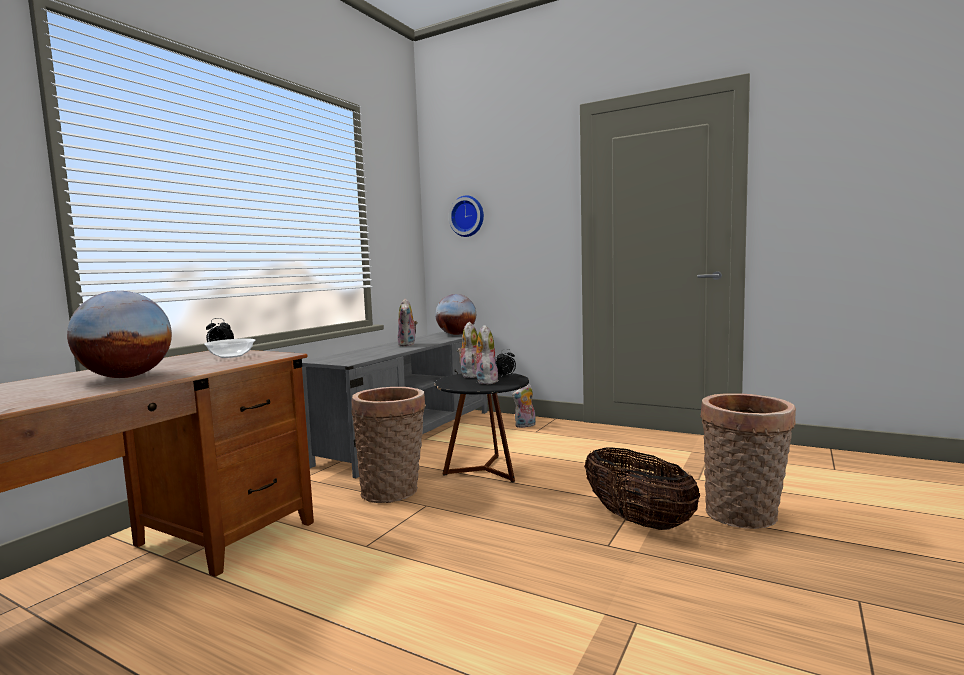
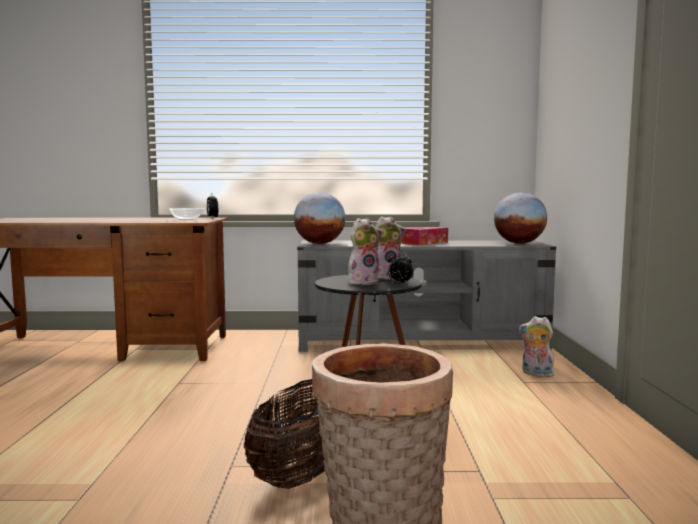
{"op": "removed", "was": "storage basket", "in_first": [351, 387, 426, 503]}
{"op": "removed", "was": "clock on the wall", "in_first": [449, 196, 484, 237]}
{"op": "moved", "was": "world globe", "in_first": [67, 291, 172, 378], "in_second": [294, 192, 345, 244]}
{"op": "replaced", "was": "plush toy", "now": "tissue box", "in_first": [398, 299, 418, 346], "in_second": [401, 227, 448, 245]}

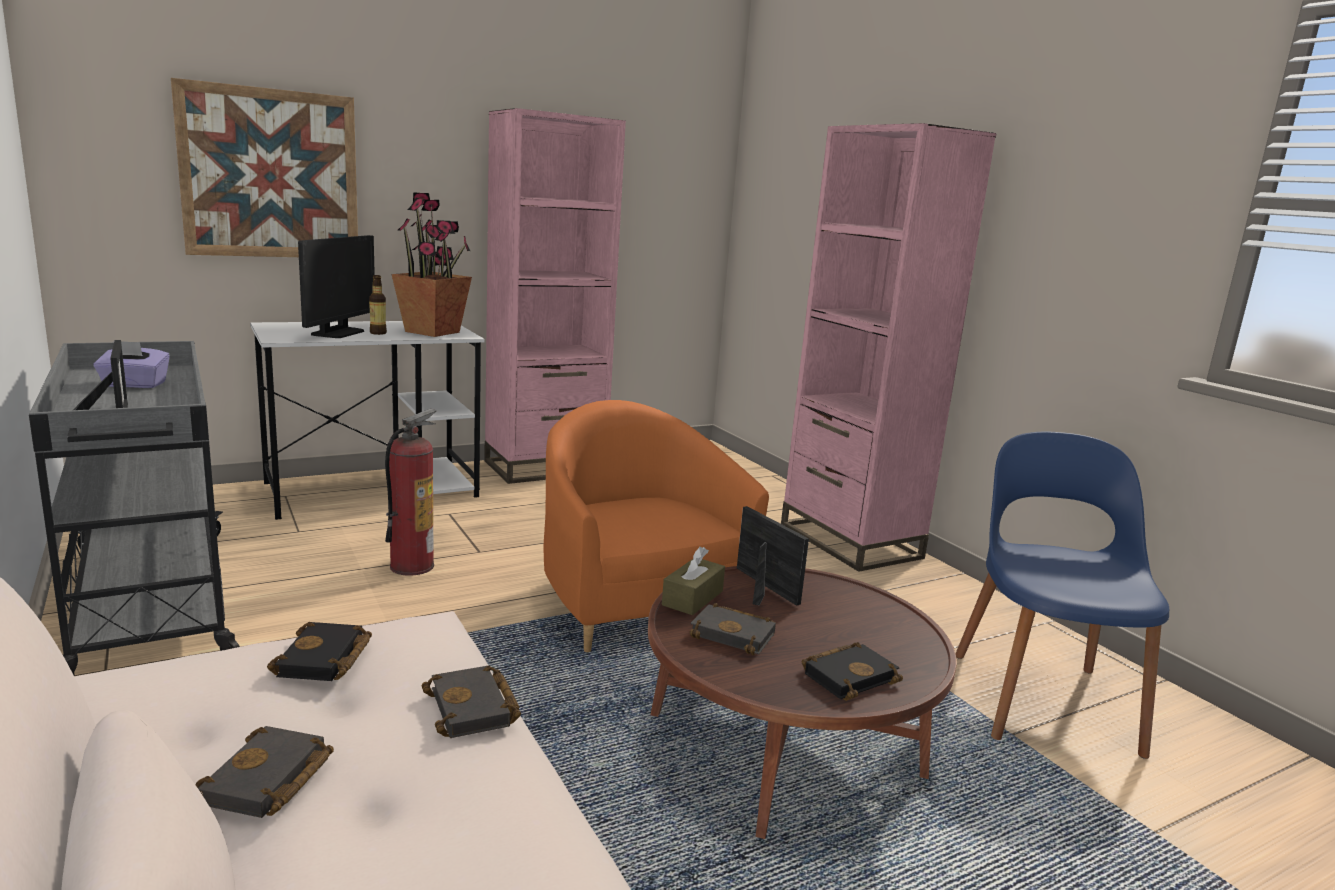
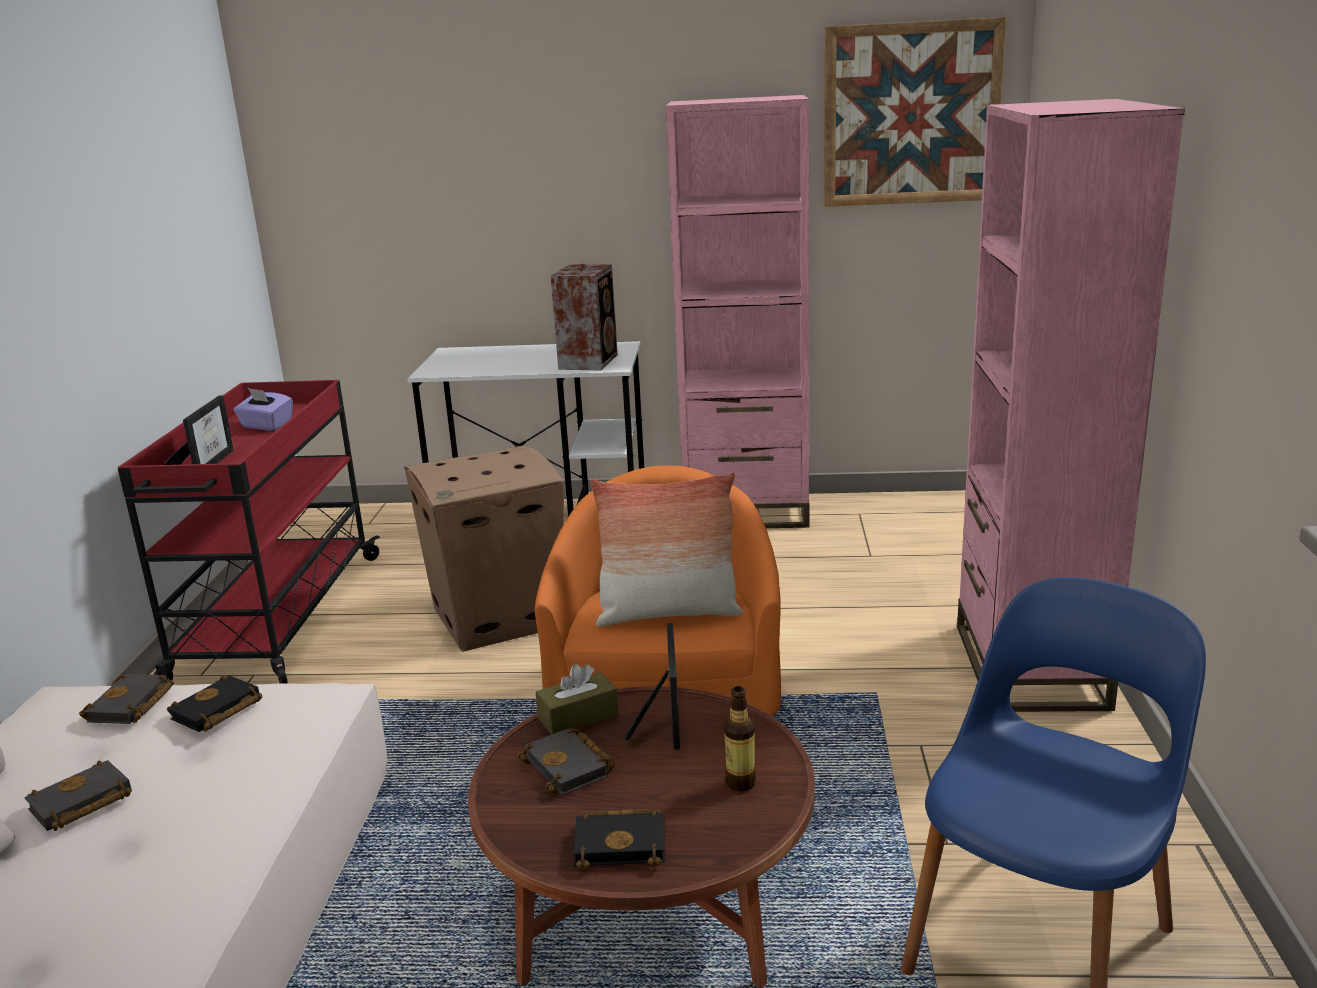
{"op": "removed", "was": "monitor", "in_first": [298, 235, 375, 338]}
{"op": "added", "now": "cushion", "in_second": [591, 473, 743, 627]}
{"op": "moved", "was": "picture", "in_first": [171, 78, 358, 257], "in_second": [824, 17, 1006, 207]}
{"op": "moved", "was": "drink bottle", "in_first": [369, 275, 387, 335], "in_second": [724, 686, 756, 791]}
{"op": "moved", "was": "volume (blackish)", "in_first": [422, 666, 521, 738], "in_second": [79, 674, 174, 724]}
{"op": "replaced", "was": "fire-fighting cylinder", "now": "carton", "in_first": [385, 409, 436, 576], "in_second": [404, 445, 564, 652]}
{"op": "replaced", "was": "potted plant", "now": "audio speaker", "in_first": [391, 192, 472, 337], "in_second": [551, 264, 618, 370]}
{"op": "recoloured", "was": "trolley (grey)", "now": "trolley (red)", "in_first": [29, 341, 240, 675], "in_second": [118, 380, 380, 684]}

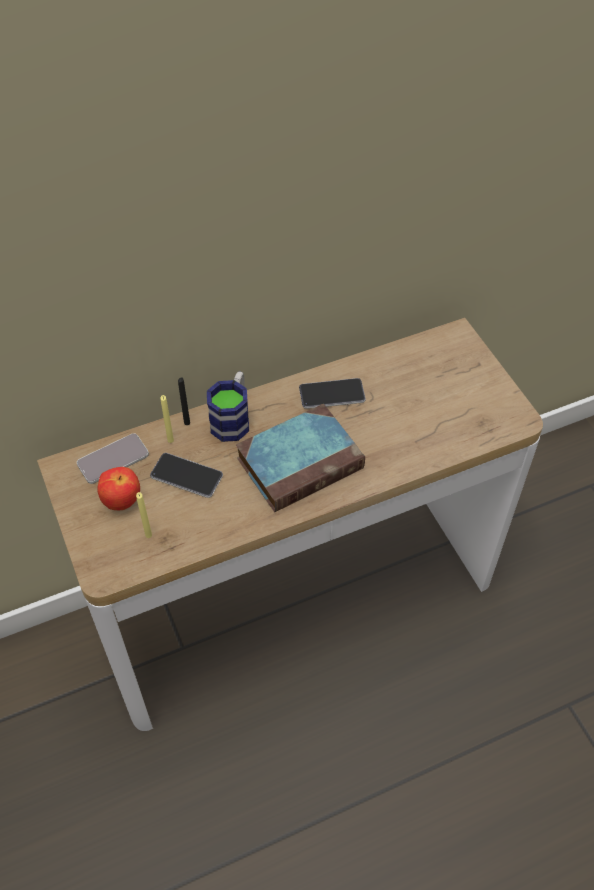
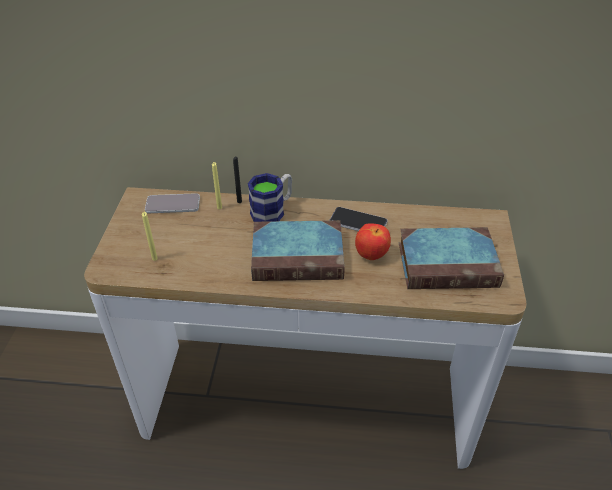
{"op": "removed", "was": "phone", "in_first": [150, 453, 223, 498]}
{"op": "added", "now": "volume", "in_second": [399, 227, 504, 289]}
{"op": "moved", "was": "apple fruit", "in_first": [97, 467, 140, 510], "in_second": [355, 223, 391, 260]}

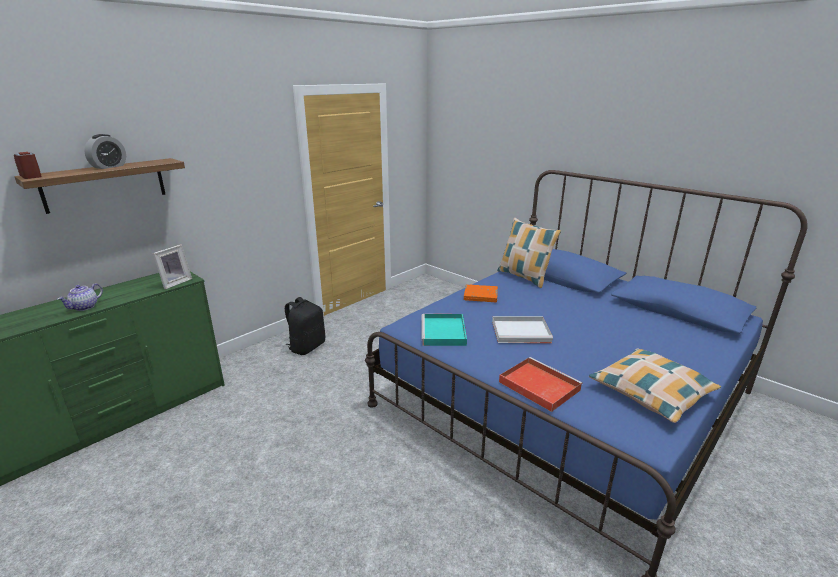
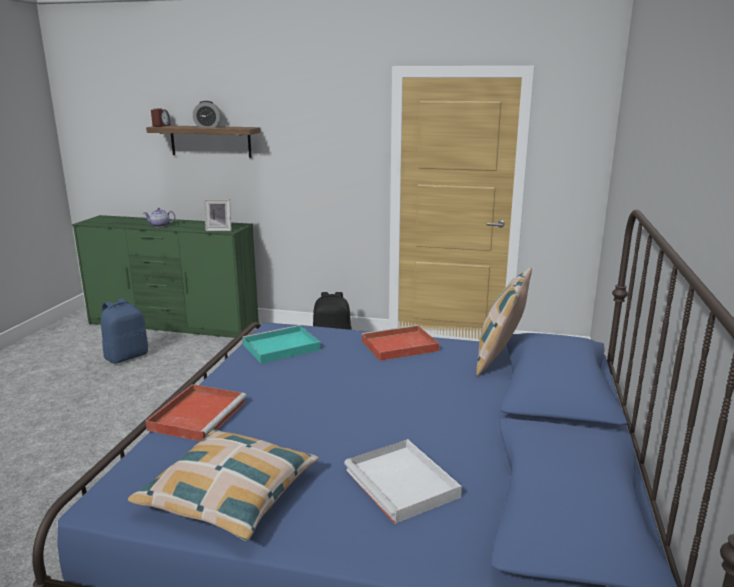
{"op": "added", "now": "backpack (blue-coloured)", "in_second": [101, 298, 148, 364]}
{"op": "moved", "was": "serving tray (white-coloured)", "in_first": [492, 316, 553, 343], "in_second": [344, 439, 462, 524]}
{"op": "replaced", "was": "volume (orange-coloured)", "now": "serving tray (red)", "in_first": [464, 284, 498, 302], "in_second": [361, 325, 439, 361]}

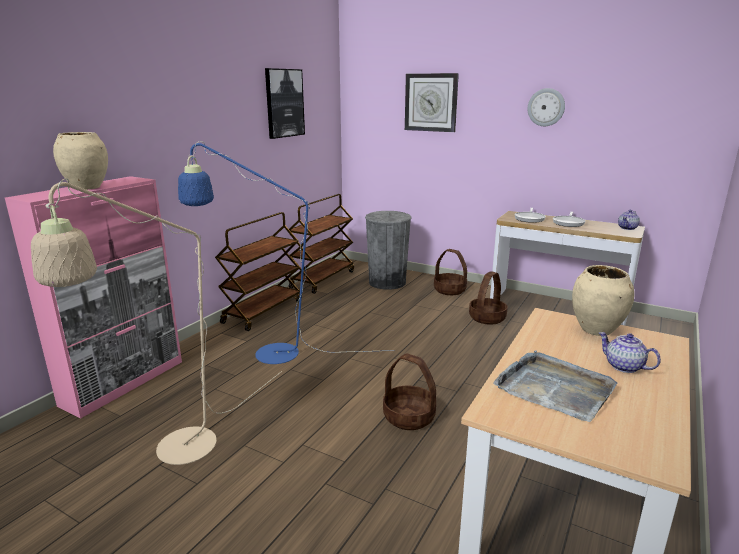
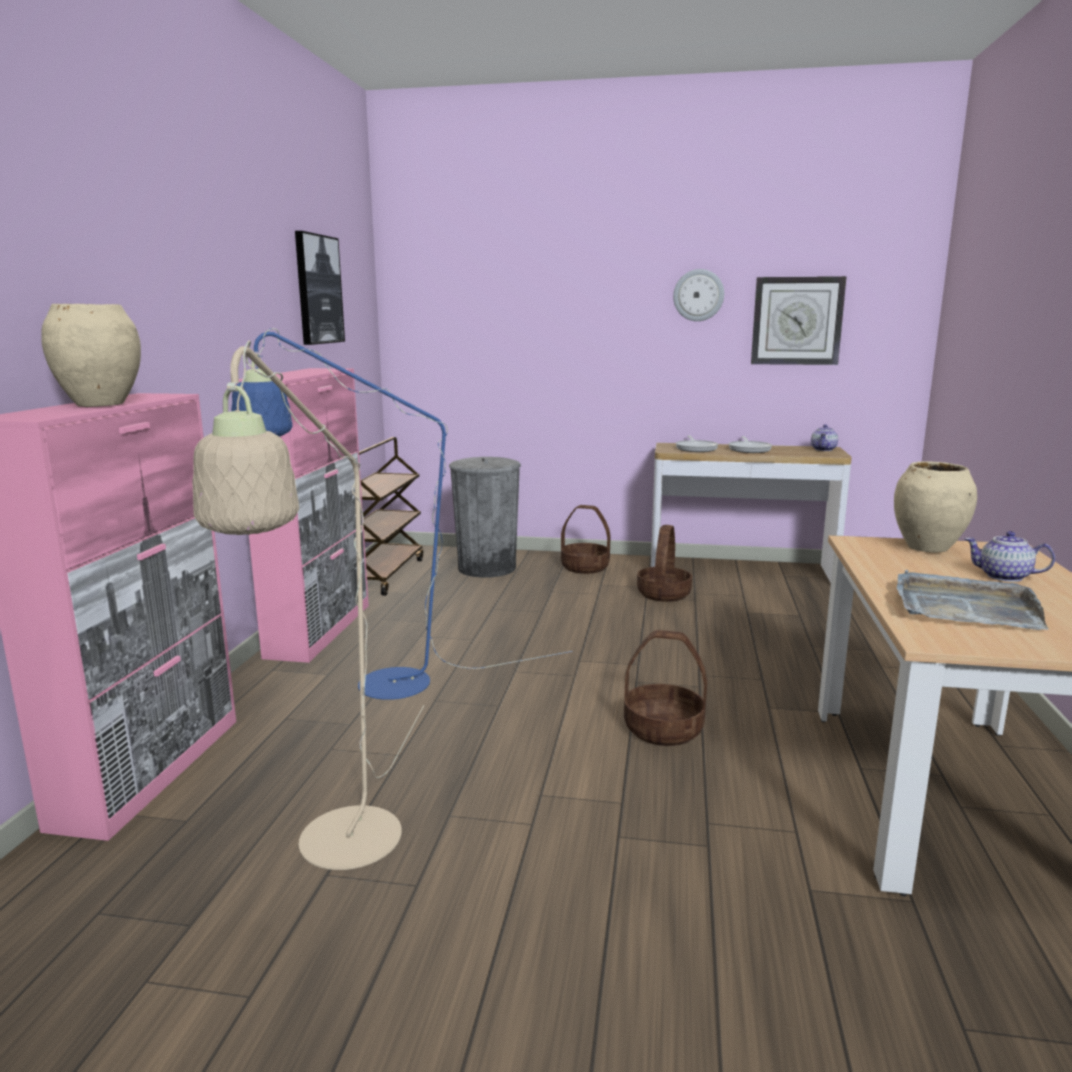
{"op": "moved", "was": "clock on the wall", "in_first": [405, 73, 459, 132], "in_second": [751, 276, 847, 365]}
{"op": "replaced", "was": "trolley (brownish)", "now": "cupboard (pink-coloured)", "in_first": [215, 212, 300, 331], "in_second": [235, 368, 369, 663]}

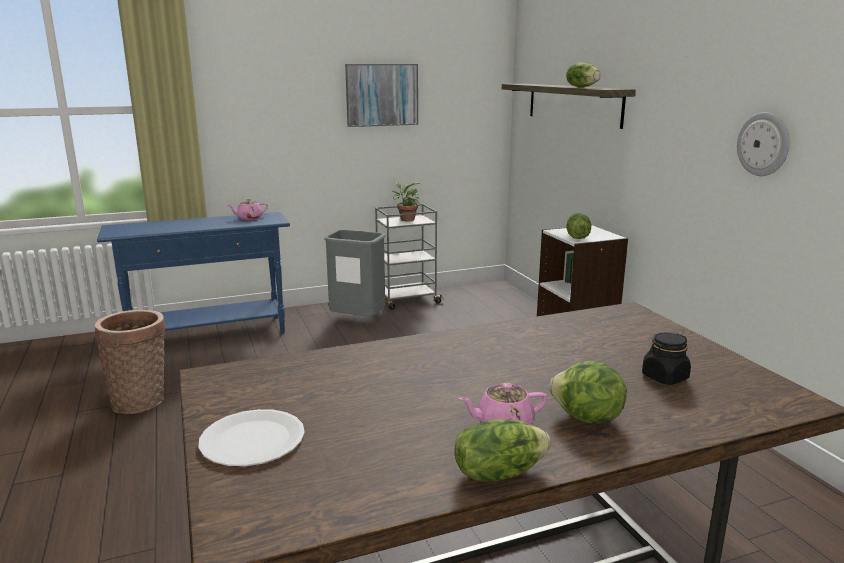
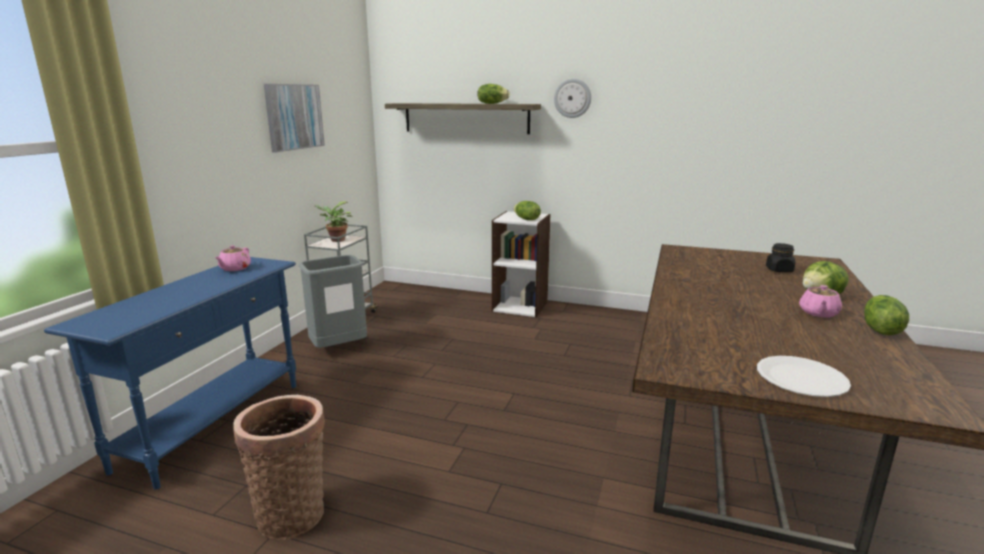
{"op": "moved", "was": "clock on the wall", "in_first": [737, 112, 789, 176], "in_second": [554, 78, 591, 118]}

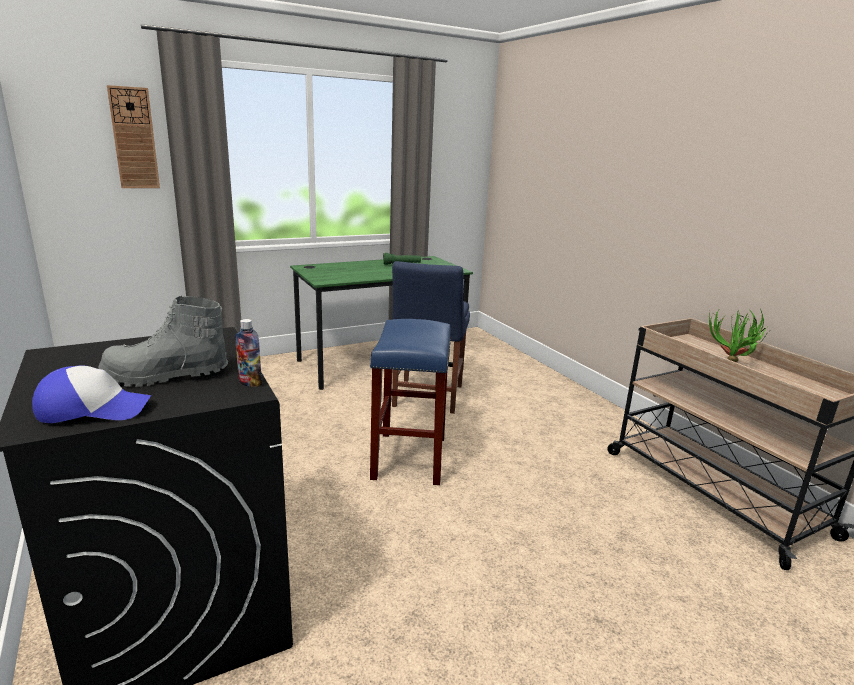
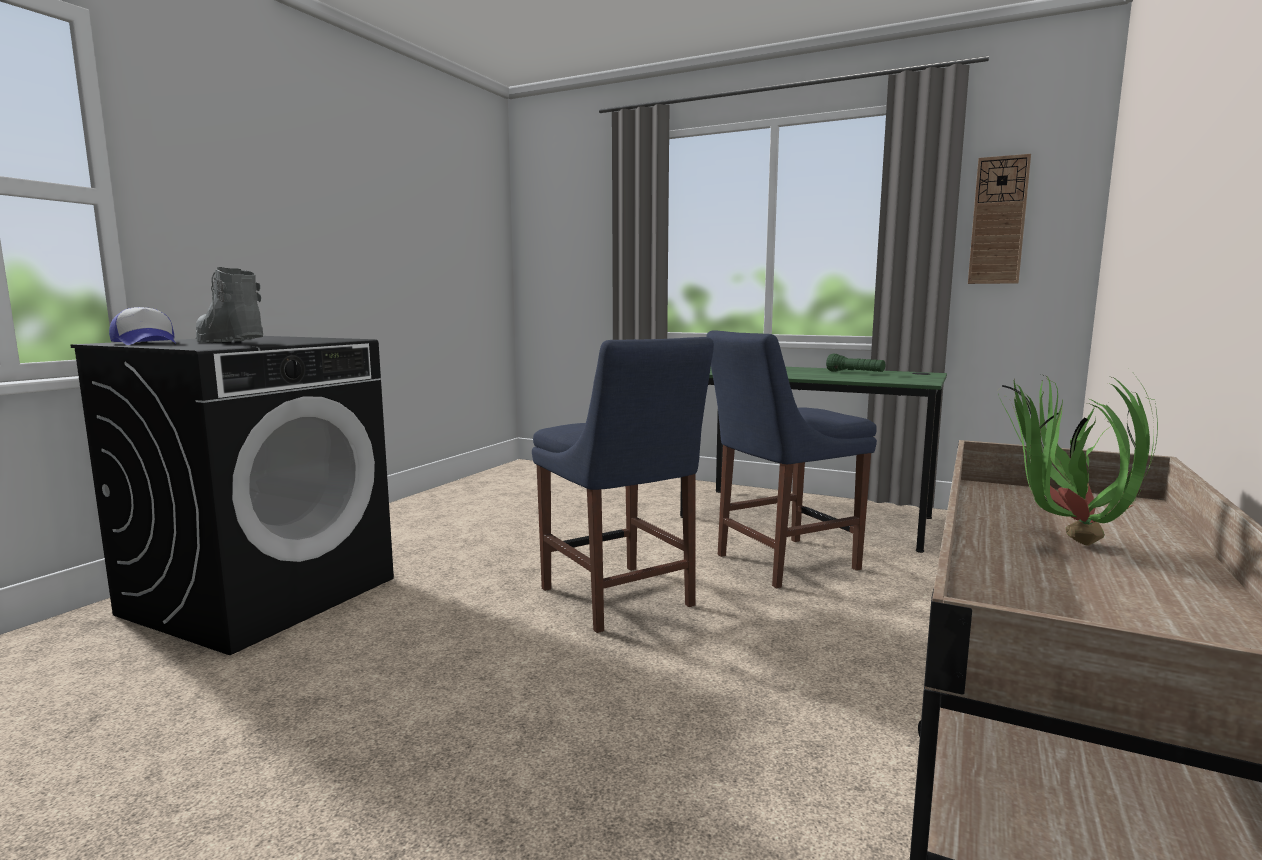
{"op": "removed", "was": "drink bottle", "in_first": [235, 319, 262, 387]}
{"op": "moved", "was": "clock on the wall", "in_first": [107, 85, 160, 188], "in_second": [968, 154, 1031, 284]}
{"op": "replaced", "was": "stool seat (blue-coloured)", "now": "chair (blue-coloured)", "in_first": [370, 319, 451, 485], "in_second": [532, 337, 714, 633]}

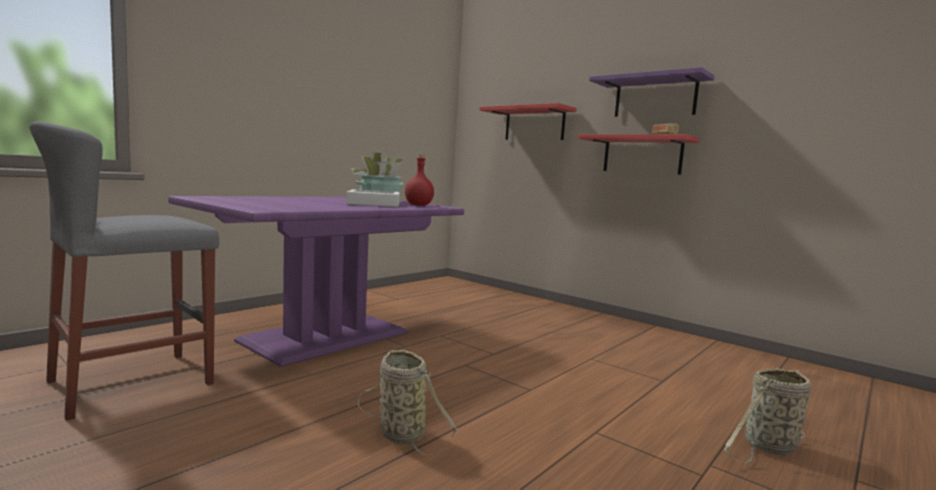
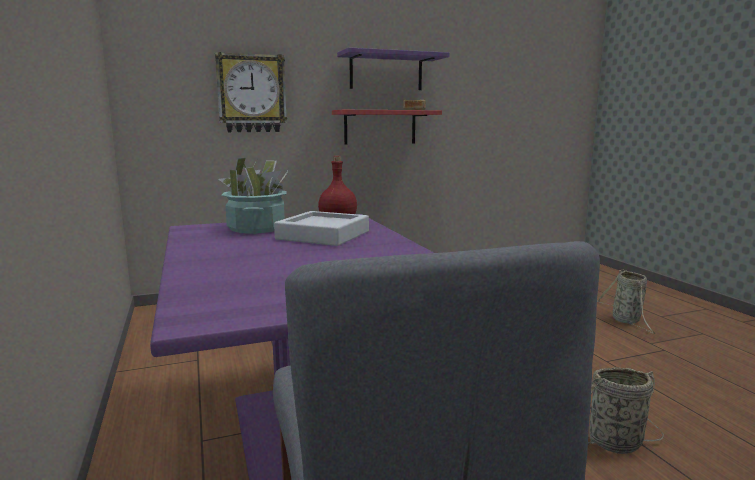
{"op": "replaced", "was": "bracket shelf (red)", "now": "clock on the wall", "in_first": [479, 103, 577, 140], "in_second": [215, 52, 287, 132]}

